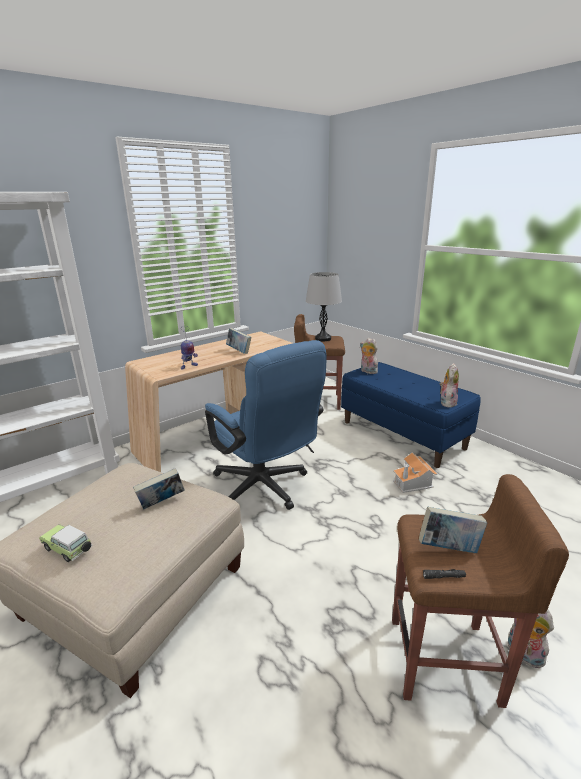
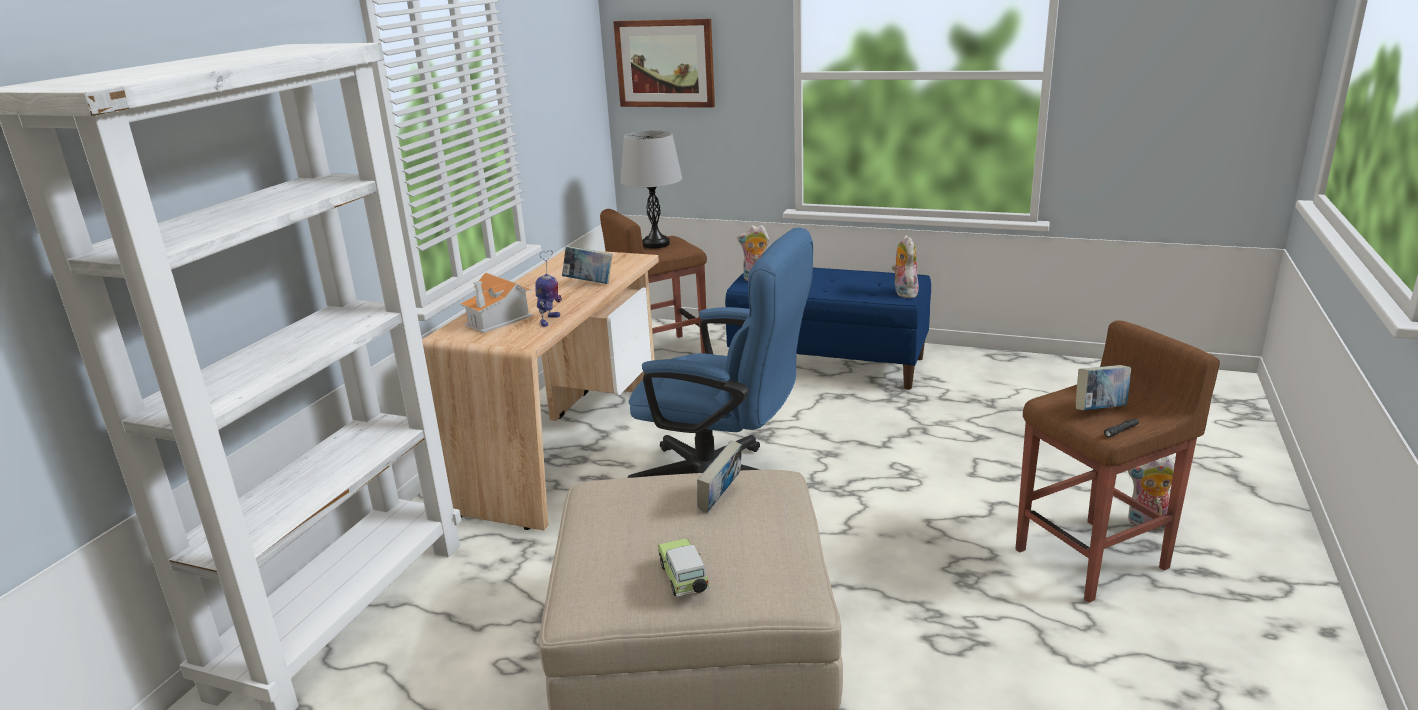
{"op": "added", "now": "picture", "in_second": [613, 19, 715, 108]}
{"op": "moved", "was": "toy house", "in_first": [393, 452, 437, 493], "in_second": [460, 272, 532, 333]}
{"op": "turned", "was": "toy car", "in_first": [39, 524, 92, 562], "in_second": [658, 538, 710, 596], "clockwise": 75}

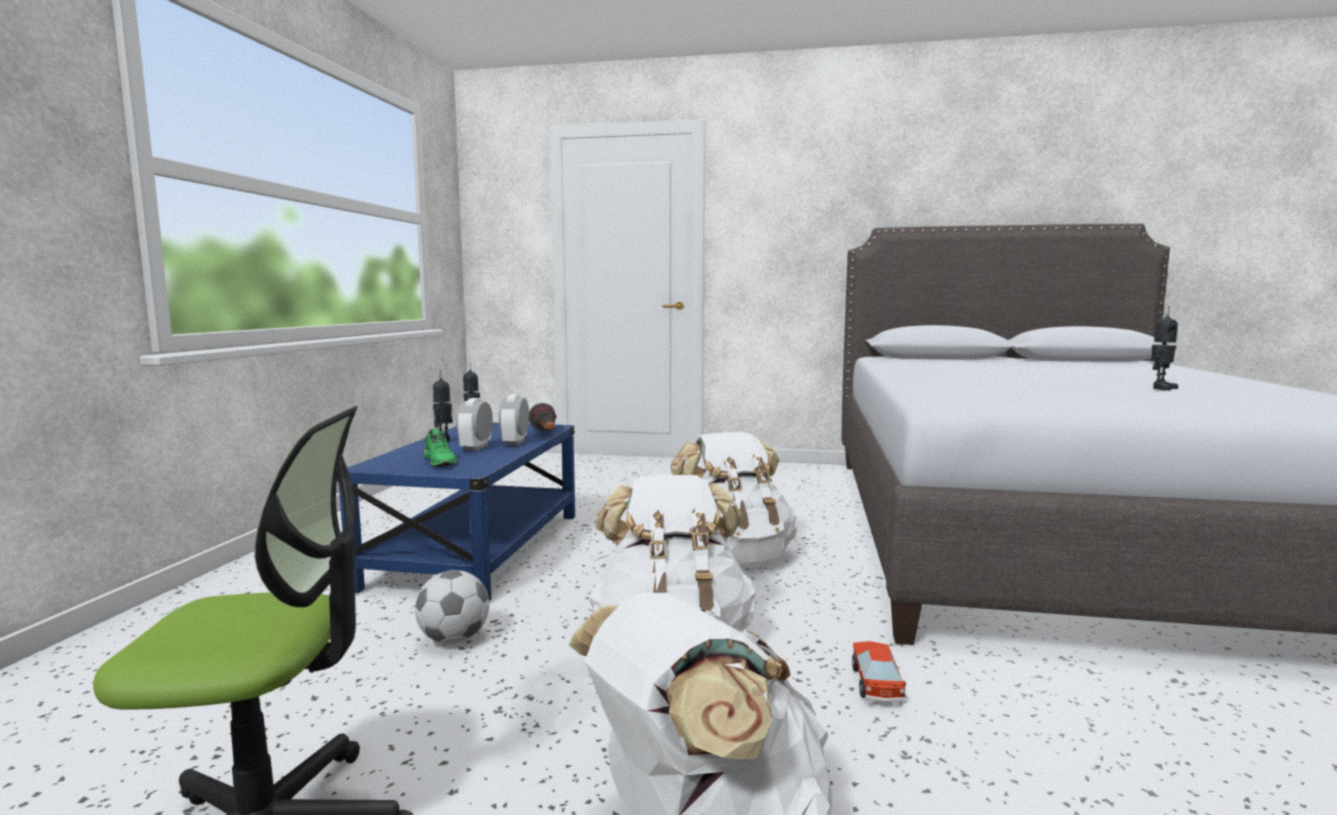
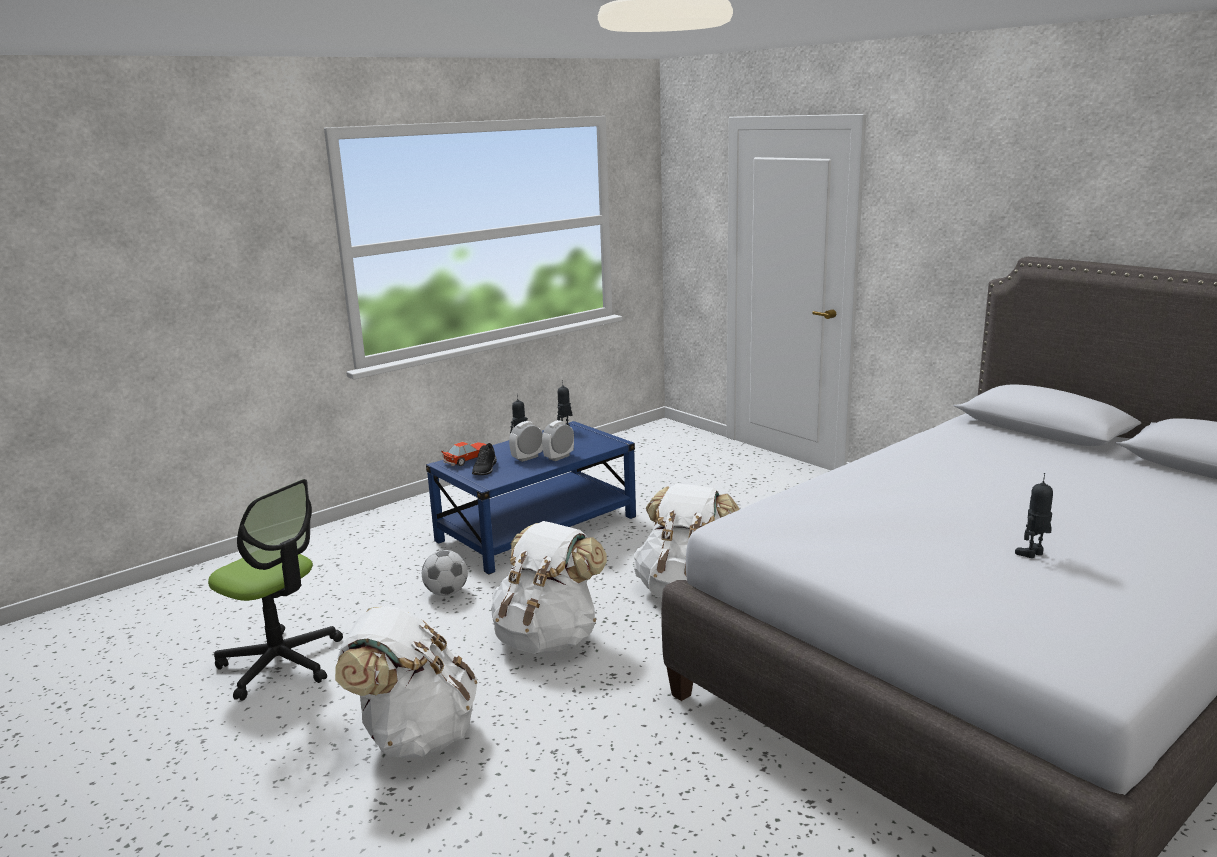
{"op": "removed", "was": "torch", "in_first": [529, 403, 557, 431]}
{"op": "moved", "was": "toy car", "in_first": [852, 641, 906, 705], "in_second": [441, 442, 486, 466]}
{"op": "recoloured", "was": "shoe (green-coloured)", "now": "shoe (blackish)", "in_first": [424, 429, 457, 467], "in_second": [472, 443, 497, 475]}
{"op": "turned", "was": "model robot", "in_first": [1152, 307, 1178, 391], "in_second": [1015, 473, 1053, 558], "clockwise": 150}

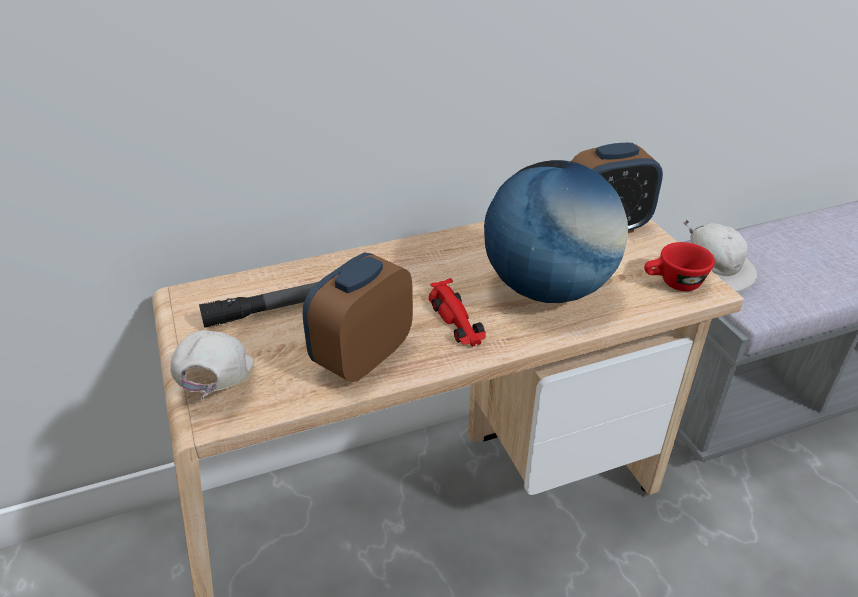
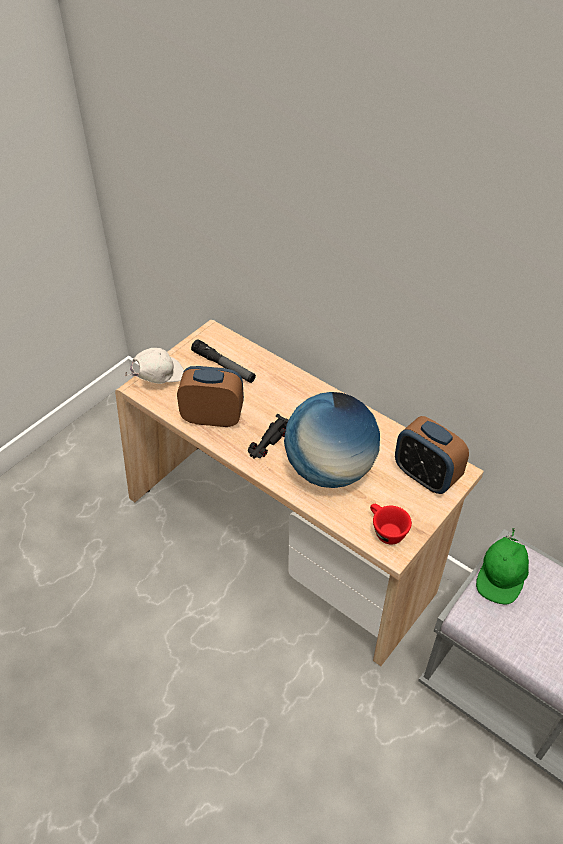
{"op": "recoloured", "was": "toy car (red)", "now": "toy car (blackish)", "in_first": [429, 278, 486, 347], "in_second": [248, 414, 289, 459]}
{"op": "recoloured", "was": "cap (white-coloured)", "now": "cap (green-coloured)", "in_first": [683, 220, 757, 292], "in_second": [476, 528, 529, 605]}

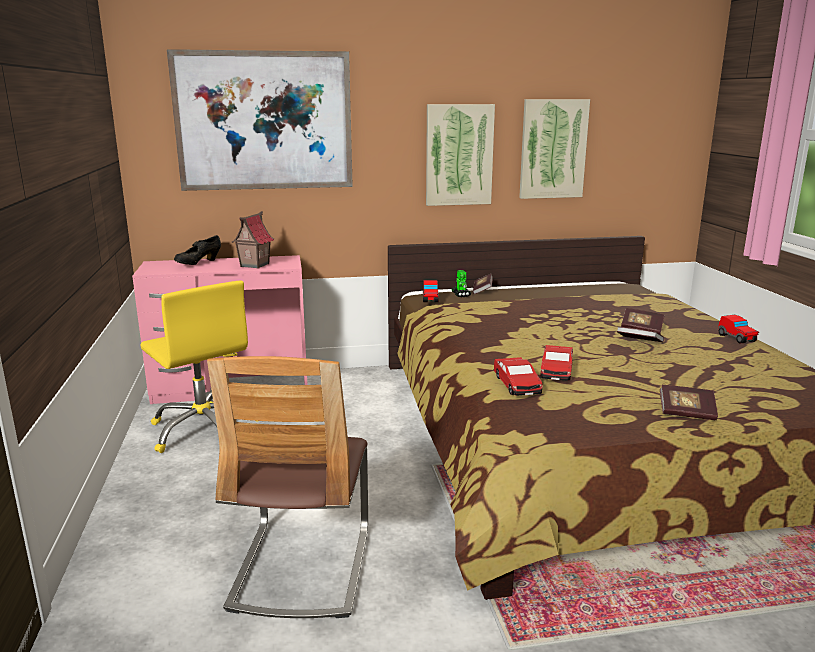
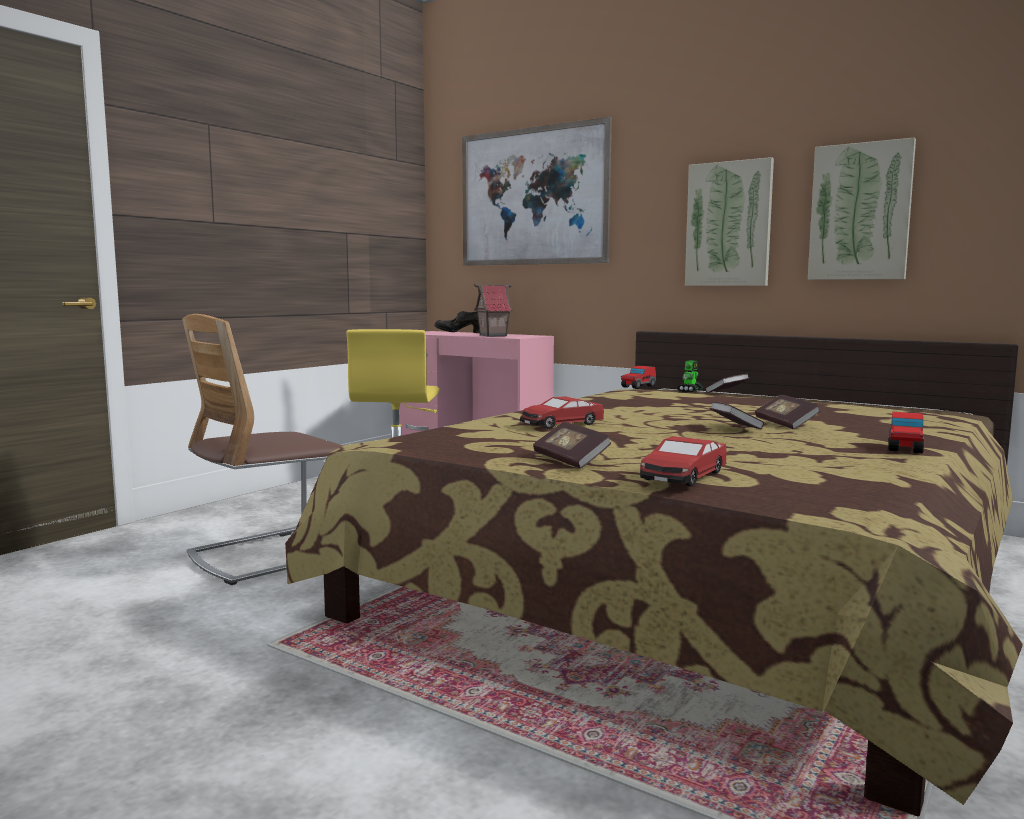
{"op": "moved", "was": "toy car", "in_first": [494, 357, 542, 396], "in_second": [640, 436, 727, 487]}

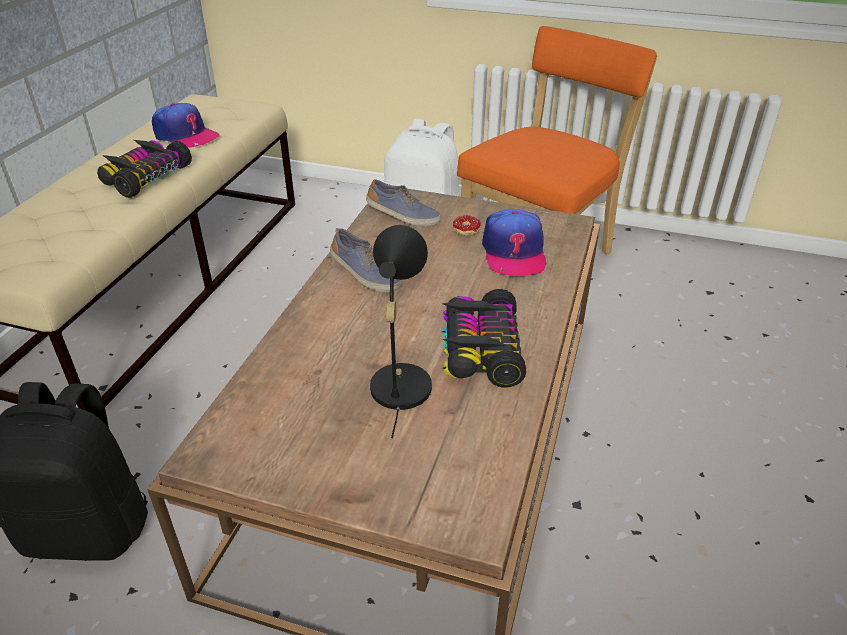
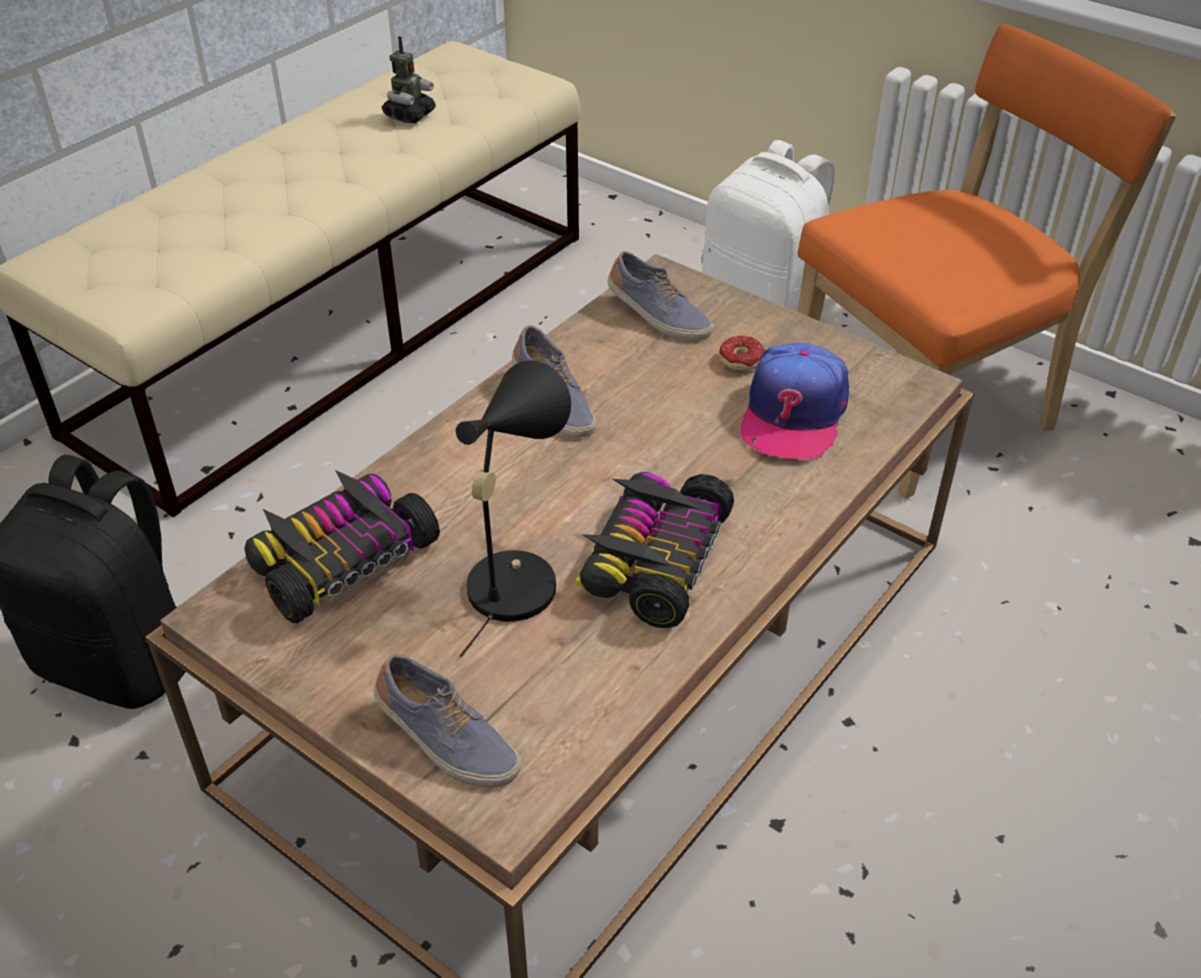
{"op": "added", "now": "shoe", "in_second": [374, 654, 521, 788]}
{"op": "moved", "was": "toy car", "in_first": [97, 140, 192, 198], "in_second": [244, 470, 440, 623]}
{"op": "replaced", "was": "cap", "now": "model robot", "in_first": [152, 103, 219, 148], "in_second": [382, 36, 436, 123]}

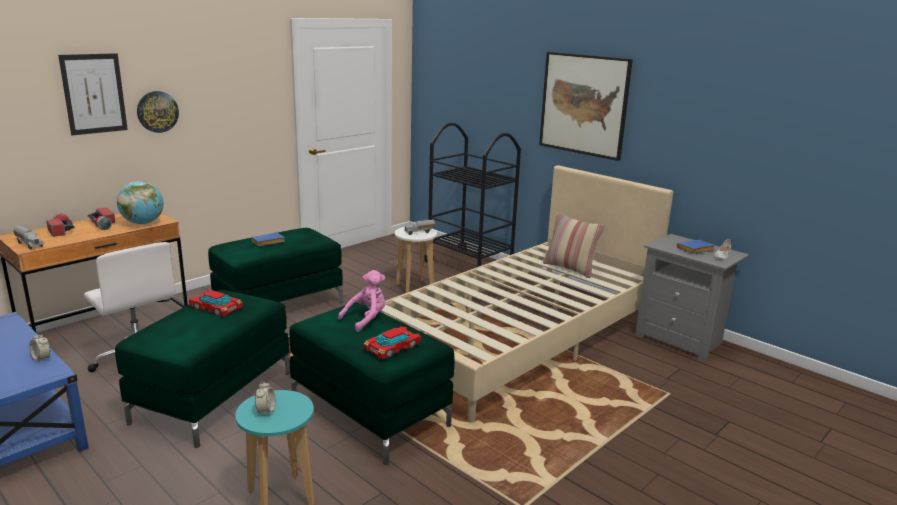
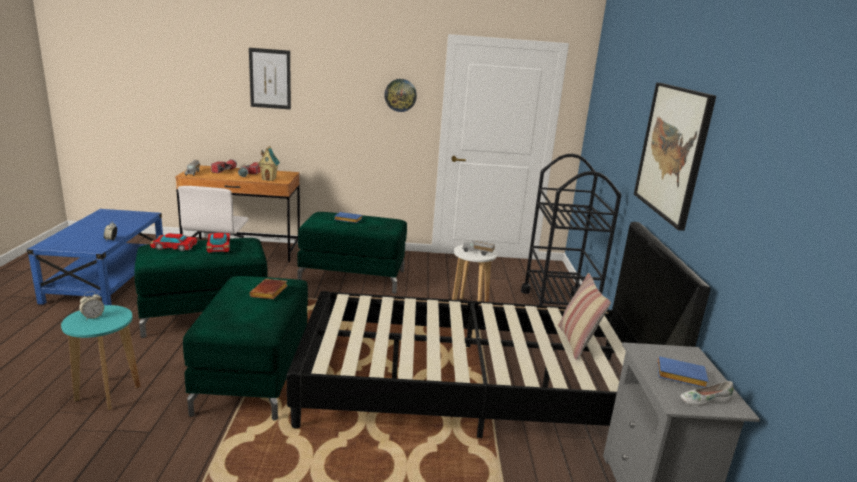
{"op": "moved", "was": "clock on the wall", "in_first": [137, 91, 179, 133], "in_second": [384, 79, 417, 112]}
{"op": "moved", "was": "toy car", "in_first": [363, 327, 421, 359], "in_second": [150, 233, 197, 251]}
{"op": "replaced", "was": "world globe", "now": "toy house", "in_first": [117, 181, 164, 224], "in_second": [258, 146, 280, 181]}
{"op": "replaced", "was": "plush toy (pink-coloured)", "now": "volume (brownish)", "in_first": [338, 270, 385, 332], "in_second": [249, 279, 288, 299]}
{"op": "recoloured", "was": "sleeping bed (beige-coloured)", "now": "sleeping bed (blackish)", "in_first": [380, 165, 673, 423], "in_second": [287, 222, 710, 438]}

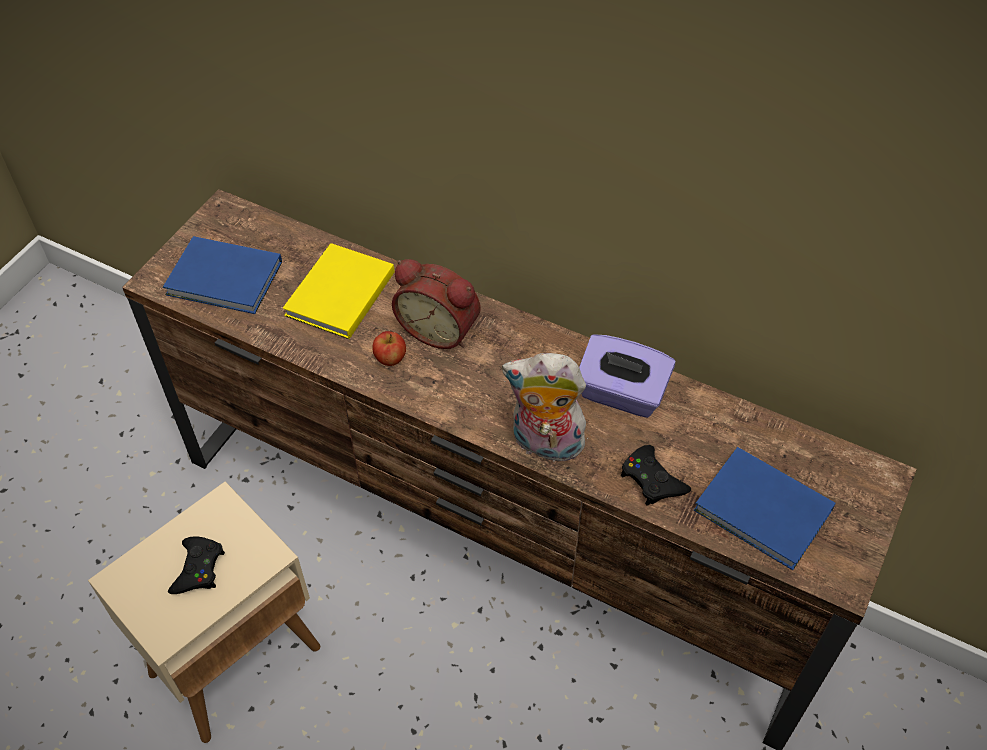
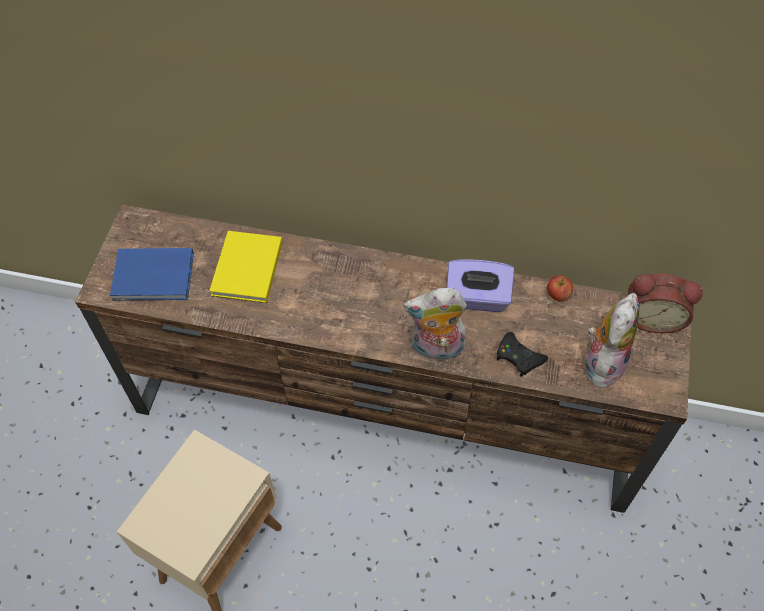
{"op": "removed", "was": "joypad (blackish)", "in_first": [168, 536, 225, 594]}
{"op": "moved", "was": "apple fruit", "in_first": [372, 331, 406, 366], "in_second": [547, 276, 573, 302]}
{"op": "moved", "was": "table clock", "in_first": [392, 259, 481, 349], "in_second": [628, 273, 703, 333]}
{"op": "replaced", "was": "volume (blue-coloured)", "now": "plush toy", "in_first": [694, 447, 836, 570], "in_second": [585, 293, 639, 389]}

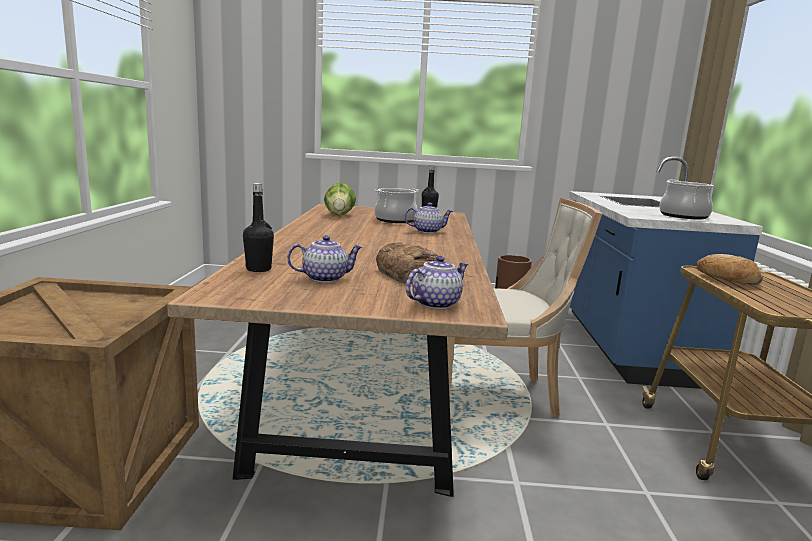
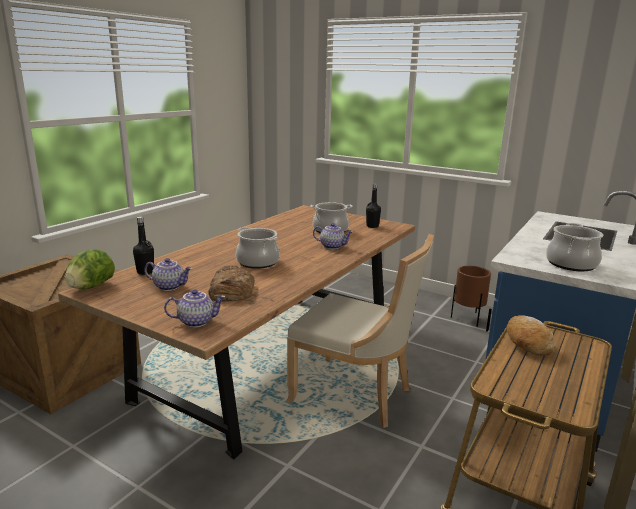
{"op": "added", "now": "stockpot", "in_second": [236, 227, 280, 269]}
{"op": "moved", "was": "lettuce head", "in_first": [324, 182, 356, 216], "in_second": [65, 249, 115, 289]}

